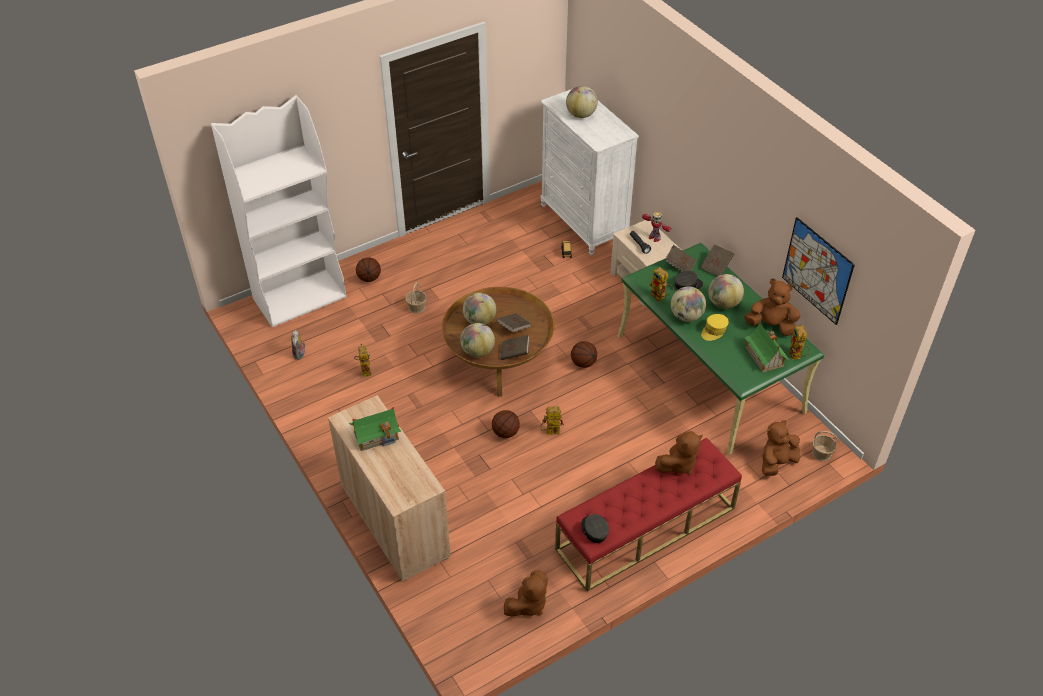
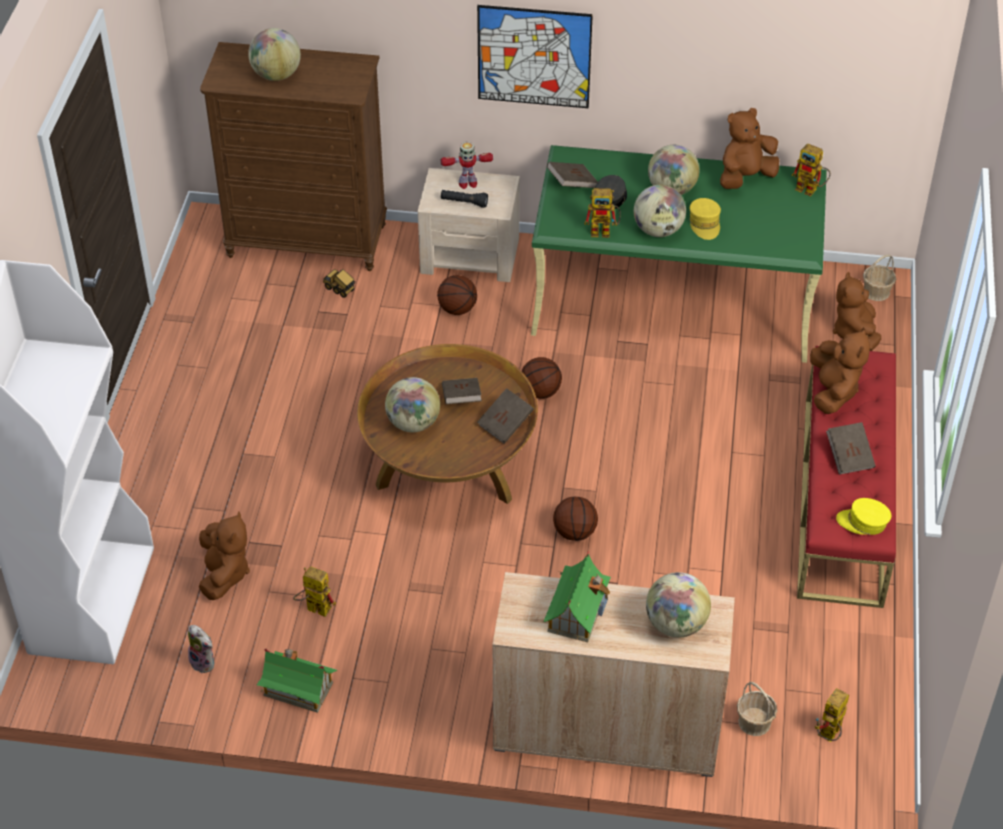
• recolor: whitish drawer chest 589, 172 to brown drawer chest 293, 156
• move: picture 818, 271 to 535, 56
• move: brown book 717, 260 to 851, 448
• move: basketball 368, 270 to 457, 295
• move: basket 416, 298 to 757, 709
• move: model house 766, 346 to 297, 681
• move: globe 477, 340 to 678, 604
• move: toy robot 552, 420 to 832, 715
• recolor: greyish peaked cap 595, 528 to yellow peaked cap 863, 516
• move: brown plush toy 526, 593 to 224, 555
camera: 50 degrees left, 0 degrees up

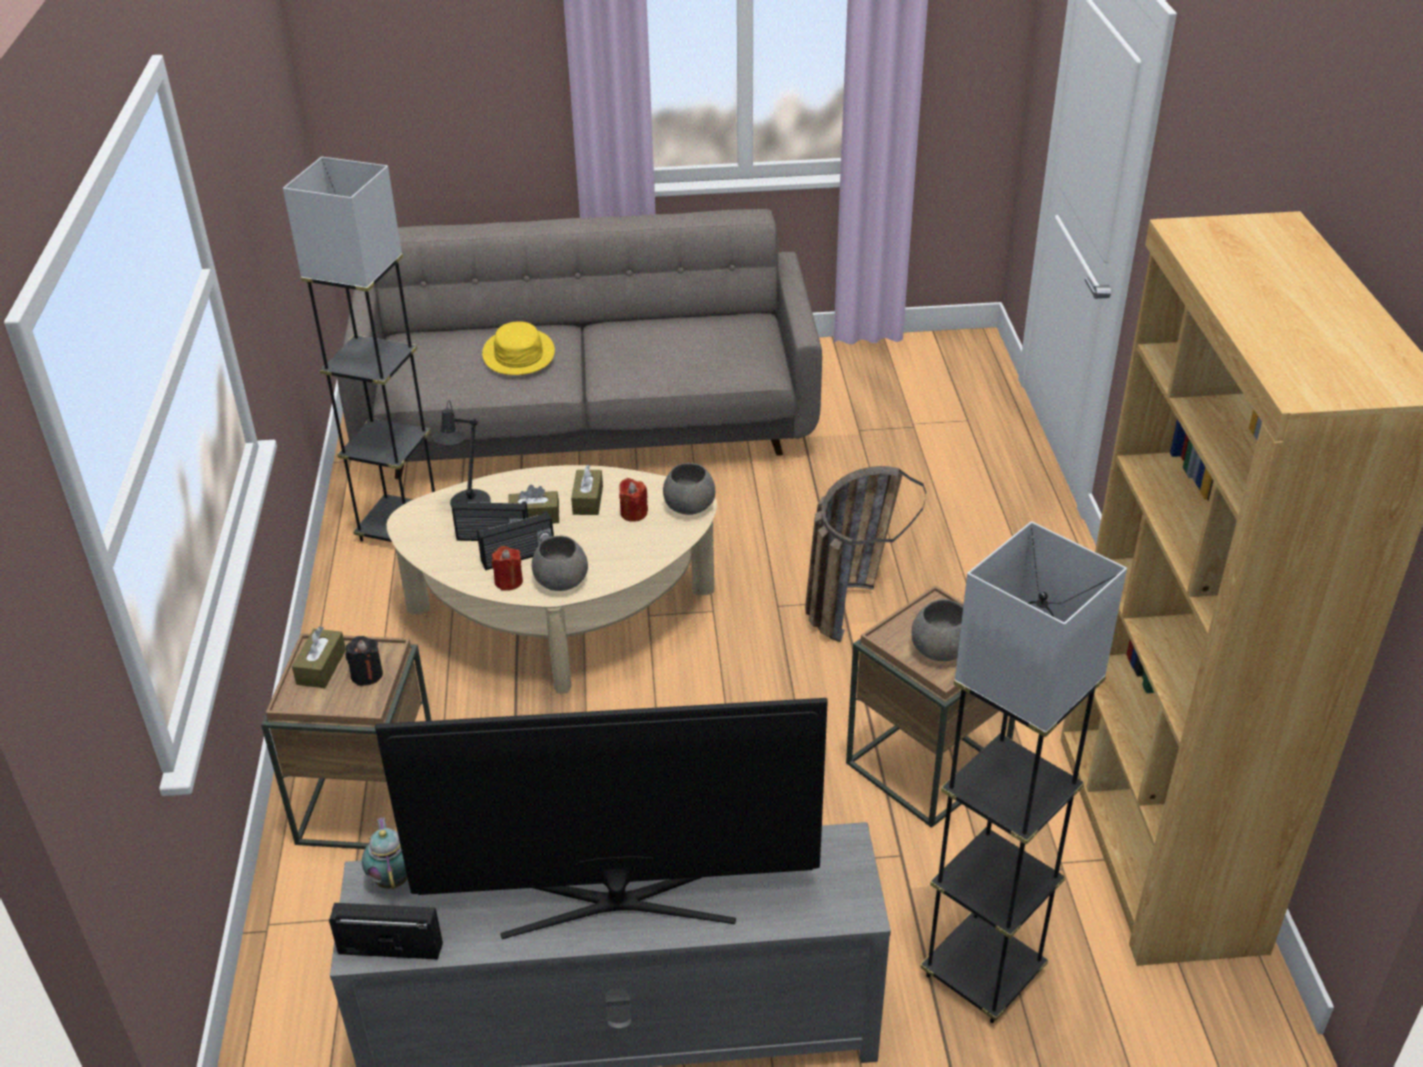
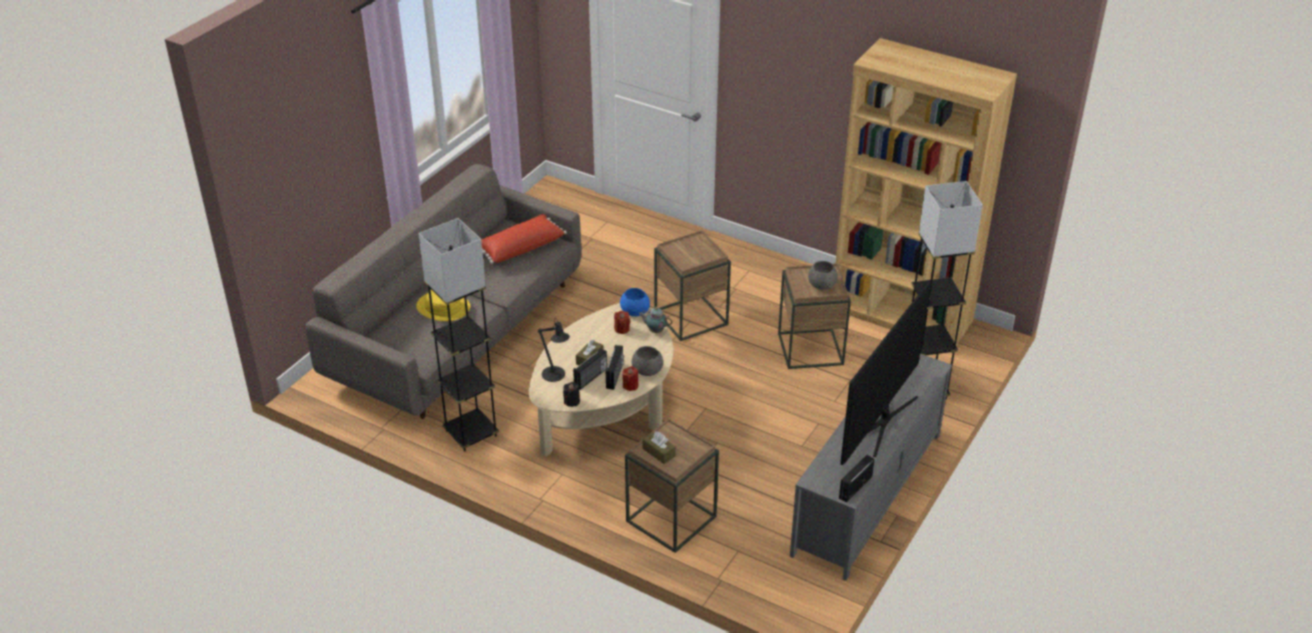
• recolor: greyish bowl 689, 489 to bluish bowl 635, 302
• delete: brown tissue holder 587, 490
• replace: basket 865, 554 to brown side table 692, 285
• move: blackish wax light 364, 661 to 571, 394
• move: pot for tea 385, 853 to 655, 320
• insert: red cushion 524, 239
camera: 55 degrees left, 0 degrees up

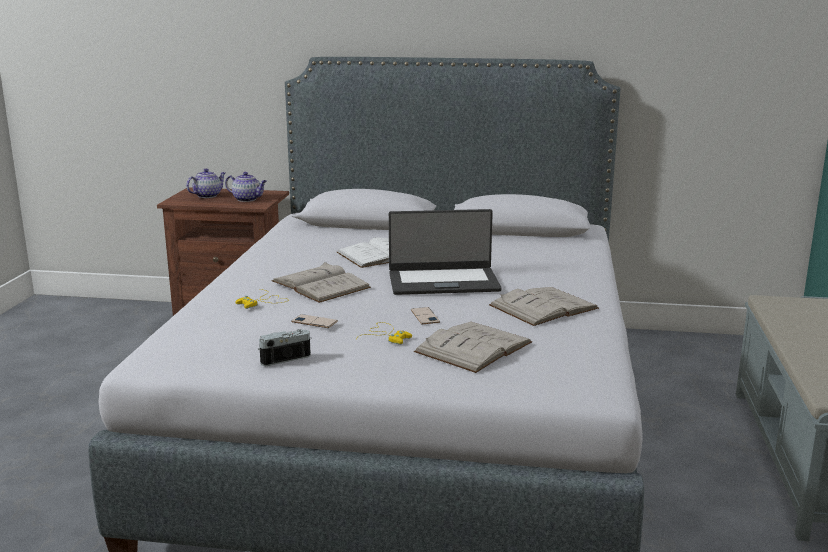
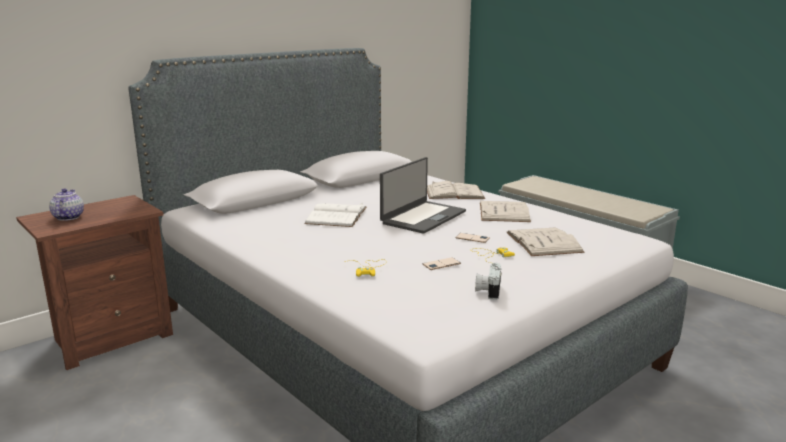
• delete: pot for tea 246, 187
• move: whitish book 321, 282 to 456, 190
camera: 50 degrees left, 0 degrees up

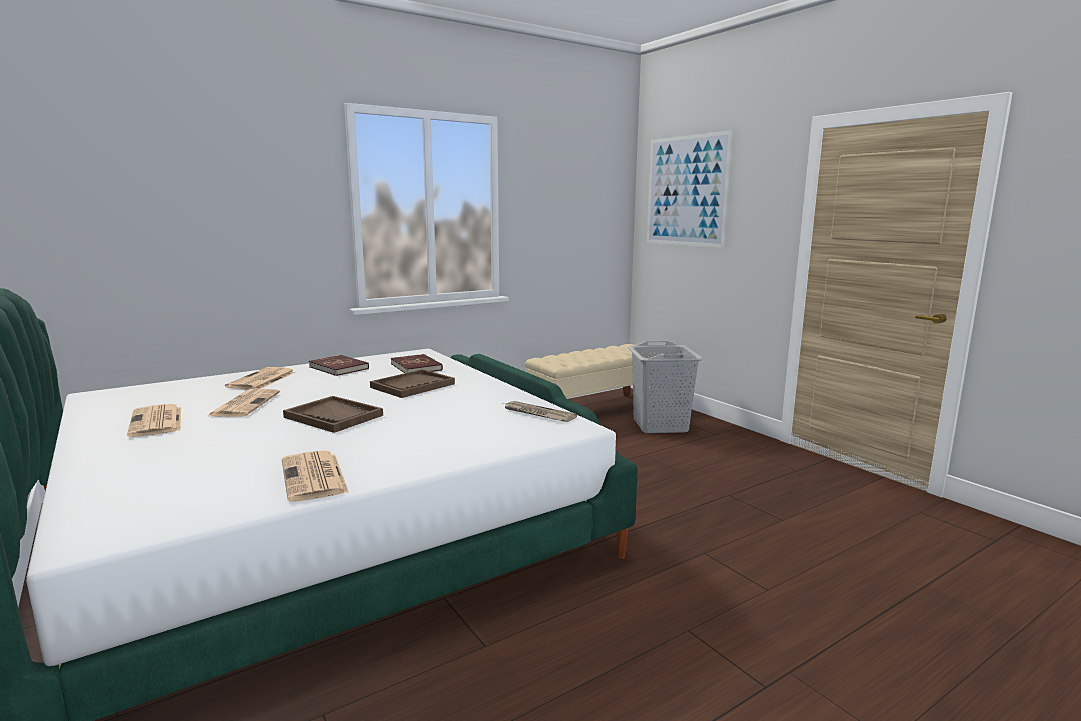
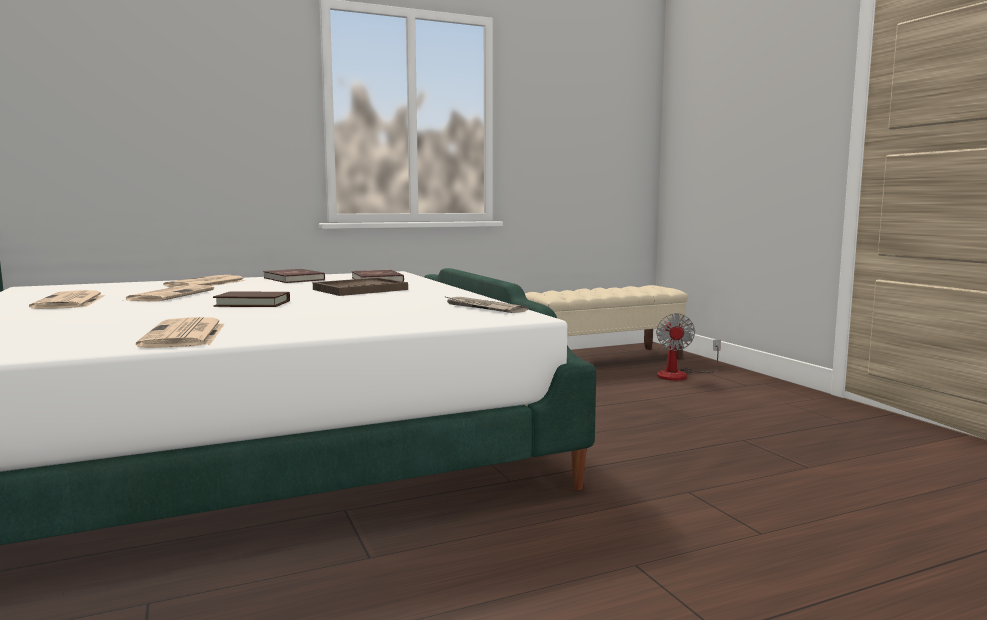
• delete: picture 690, 189
• replace: greyish washing basket 666, 387 to fan 688, 347
• replace: brown serving tray 333, 414 to brown book 251, 299
camera: 10 degrees right, 5 degrees down

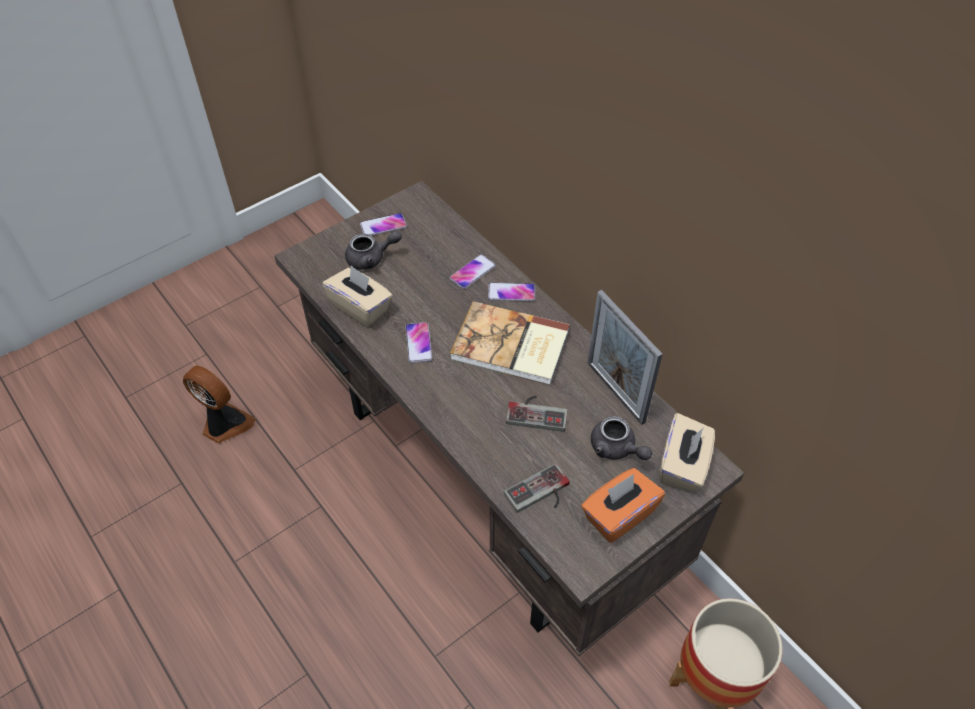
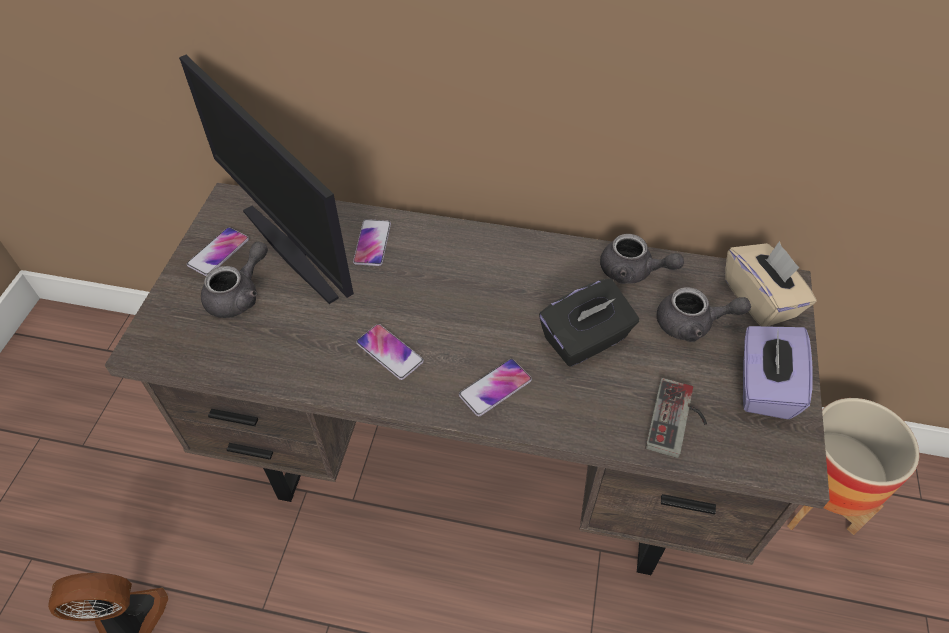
• delete: beige-coloured tissue holder 357, 296
• move: handset 511, 292 to 495, 387
• replace: picture frame 625, 357 to greyish pot for tea 642, 259
• delete: book 510, 343
• replace: game controller 537, 414 to blackish tissue holder 589, 322
• recolor: orange-coloured tissue holder 623, 505 to purple tissue holder 778, 372
• insert: computer screen 266, 179
camera: 40 degrees left, 0 degrees up

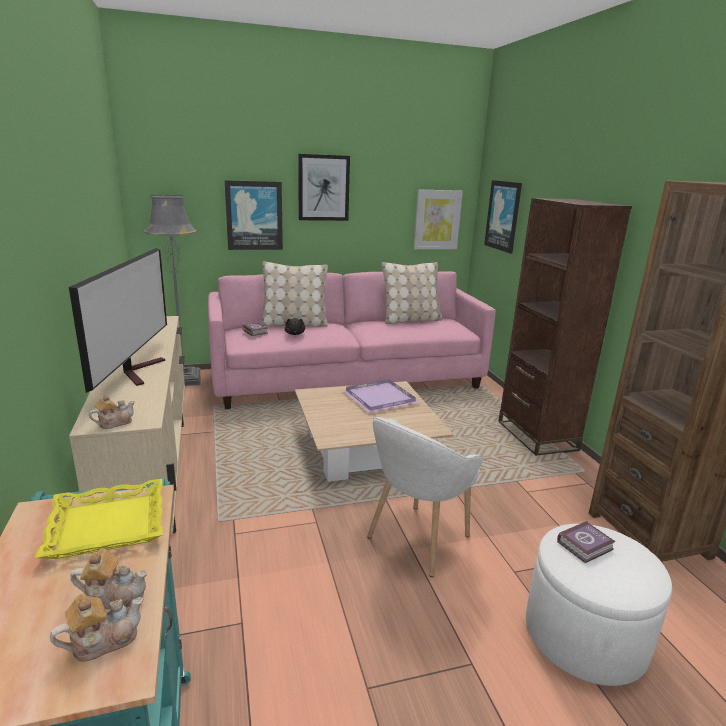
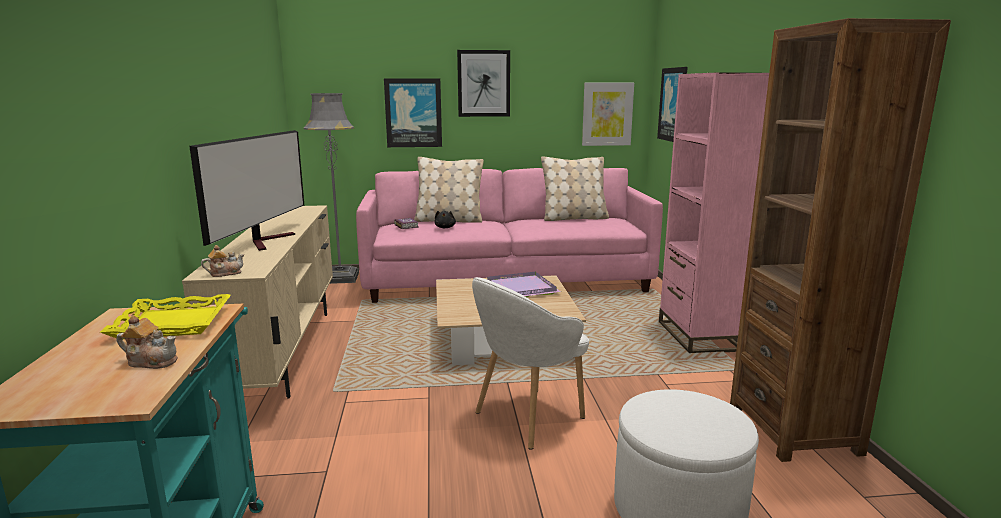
• recolor: brown bookcase 565, 327 to pinkish bookcase 714, 213
• delete: book 586, 542
• delete: pot for tea 96, 628
camera: 10 degrees right, 5 degrees down

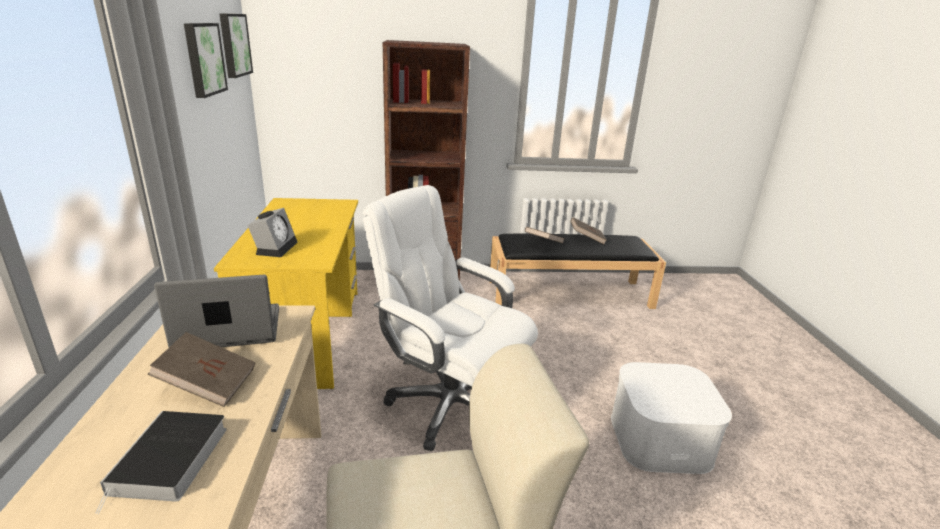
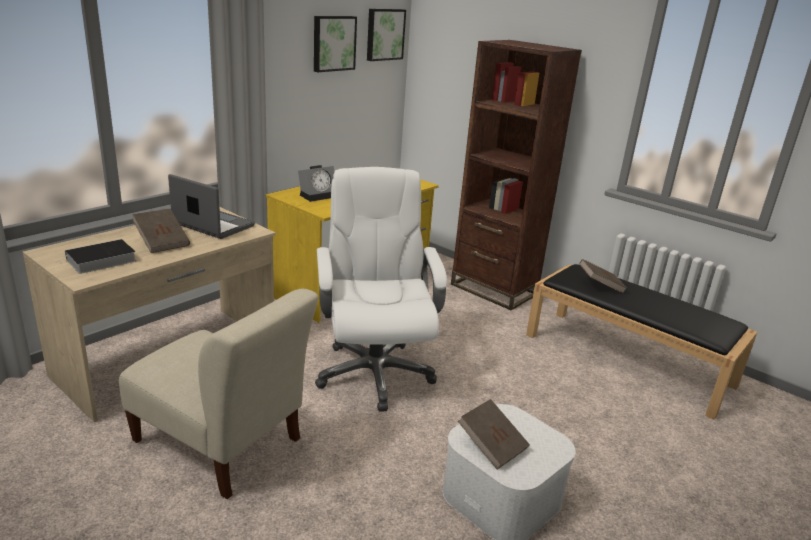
• move: brown book 588, 230 to 494, 434
camera: 45 degrees right, 0 degrees up

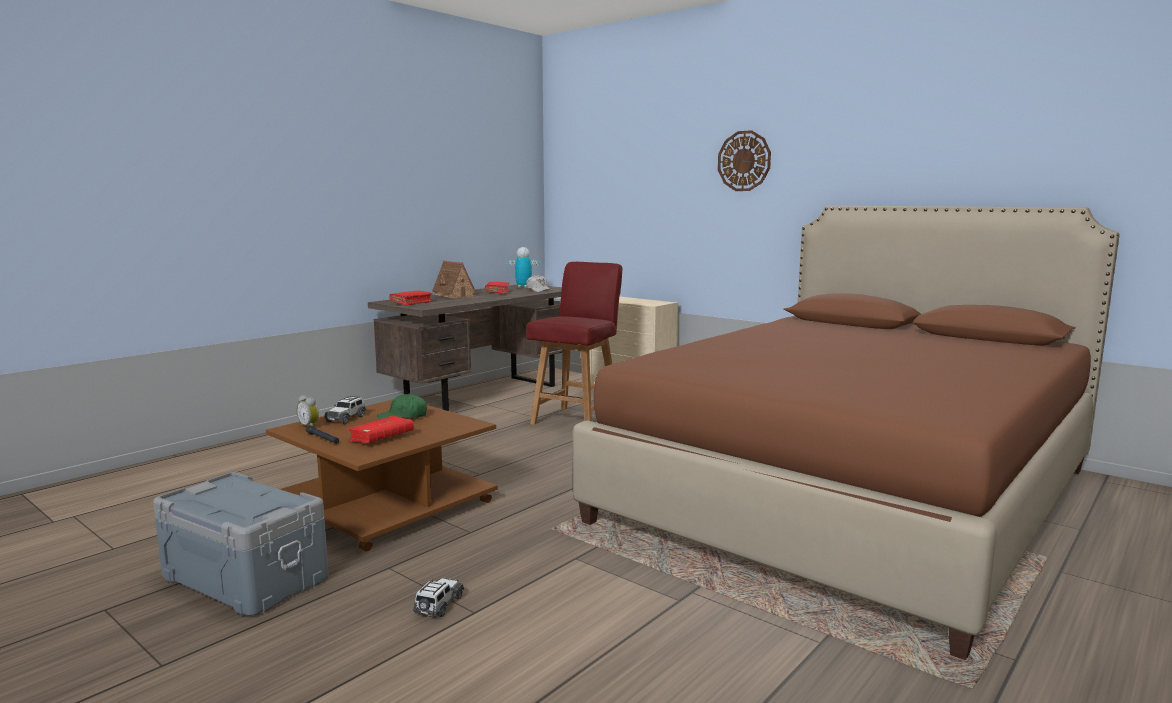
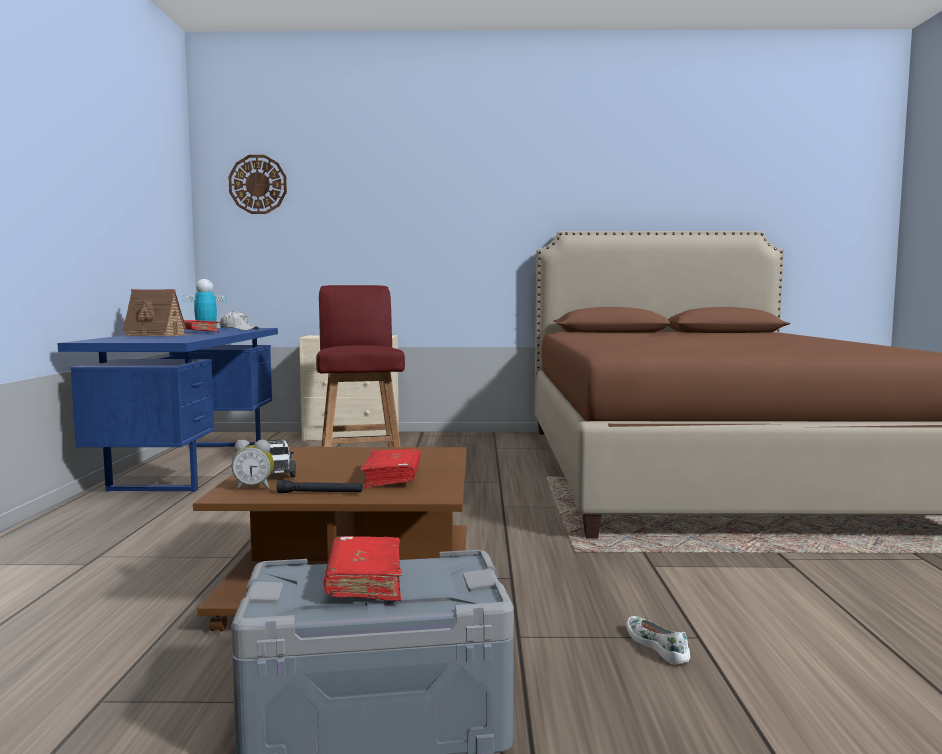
• move: hanging clock 744, 160 to 258, 184
• recolor: brown desk 465, 348 to bluish desk 168, 410
• move: red book 411, 297 to 363, 568
• delete: green-coloured peaked cap 402, 406
• replace: model car 438, 597 to whitish low shoe 658, 640
camera: 40 degrees left, 5 degrees down

